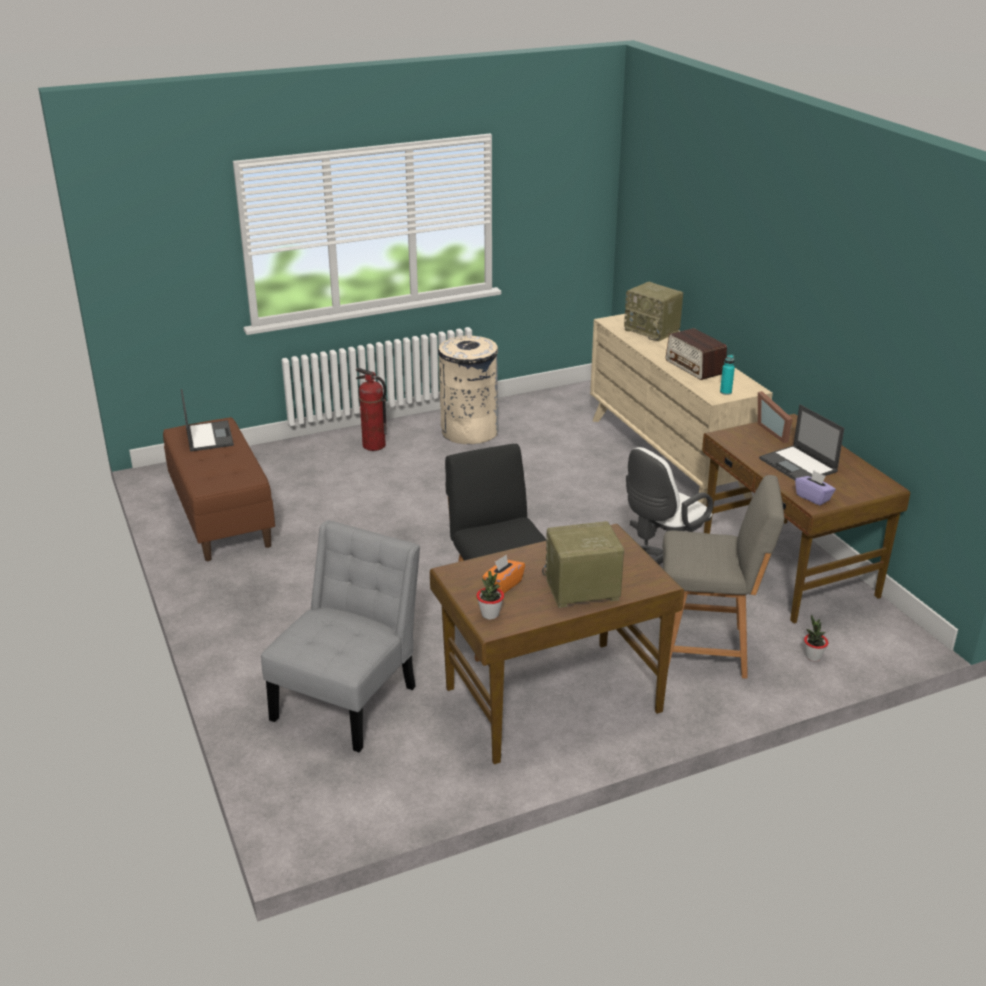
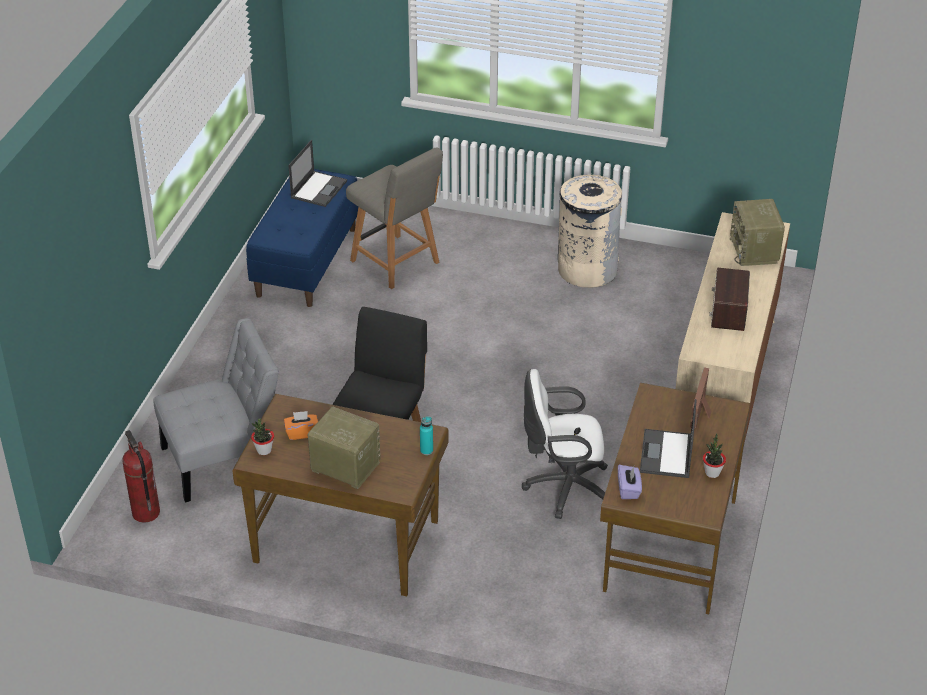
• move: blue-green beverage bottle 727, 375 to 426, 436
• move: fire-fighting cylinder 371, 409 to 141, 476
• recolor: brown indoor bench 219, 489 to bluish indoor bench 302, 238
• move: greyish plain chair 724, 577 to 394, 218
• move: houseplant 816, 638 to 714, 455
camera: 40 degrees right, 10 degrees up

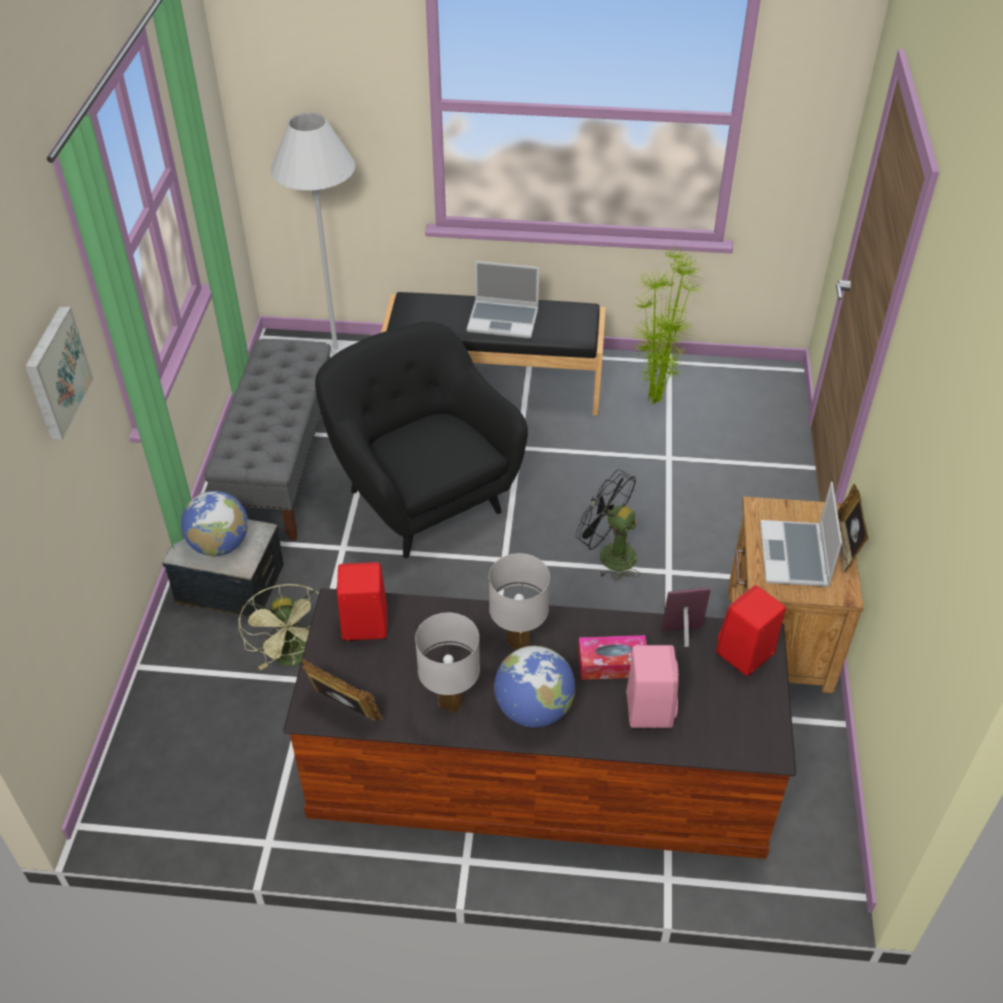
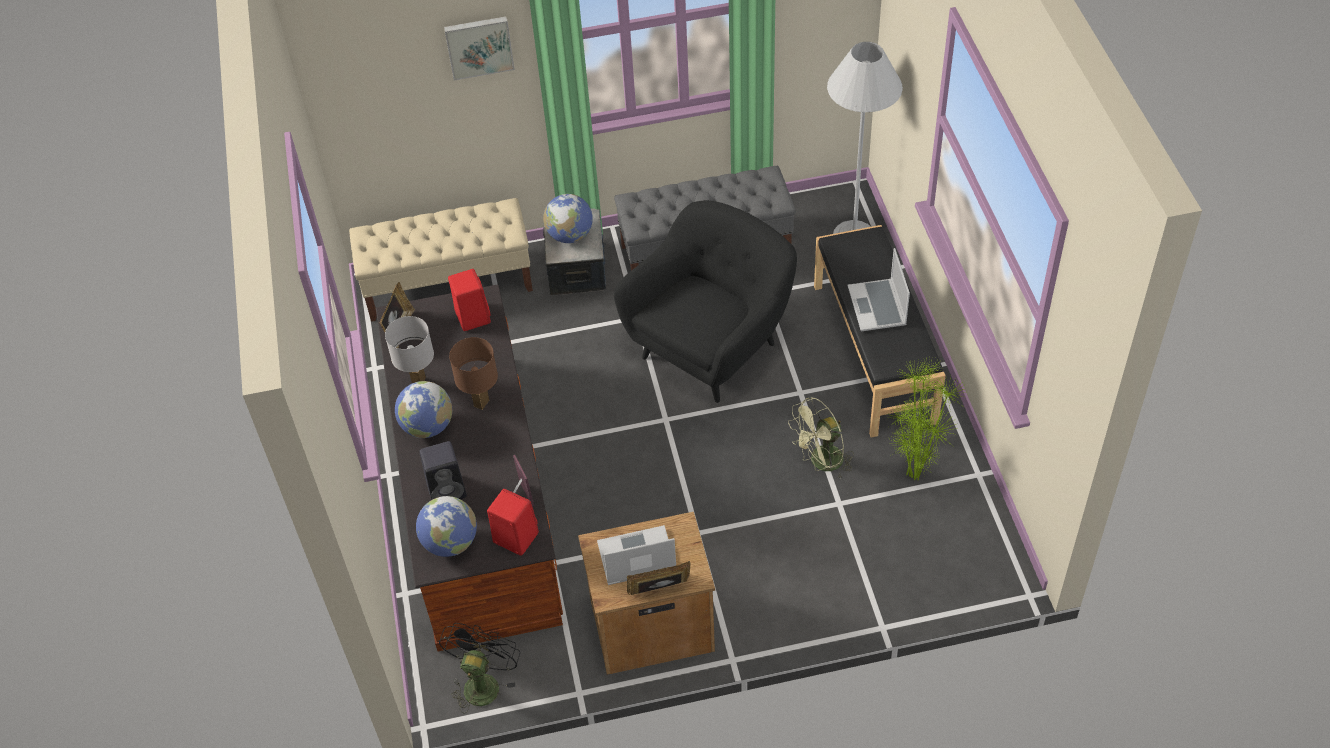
• move: blackish fan 608, 525 to 479, 668
• recolor: whitish table lamp 519, 601 to brown table lamp 473, 373
• move: green-coloured fan 279, 627 to 821, 438
• delete: tissue holder 612, 657
• recolor: pinkish speaker 652, 686 to blackish speaker 443, 470
• insert: beige-coloured indoor bench 441, 260
• insert: globe 446, 526
camera: 75 degrees right, 5 degrees up

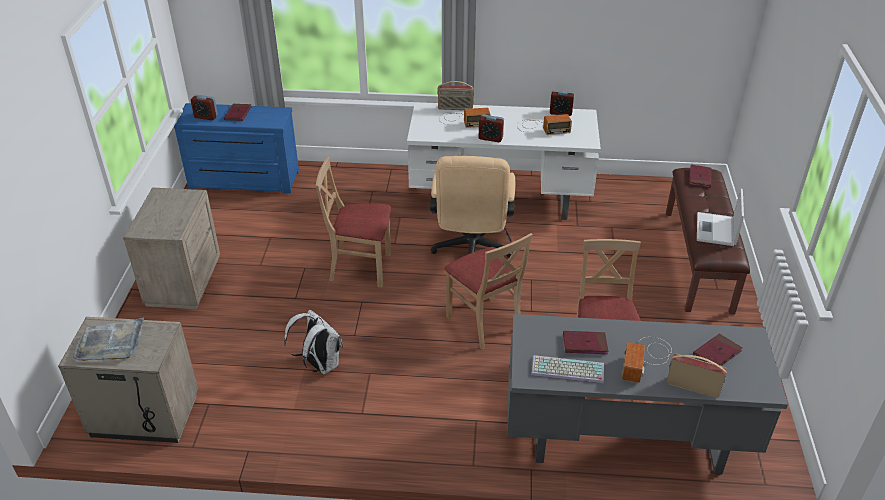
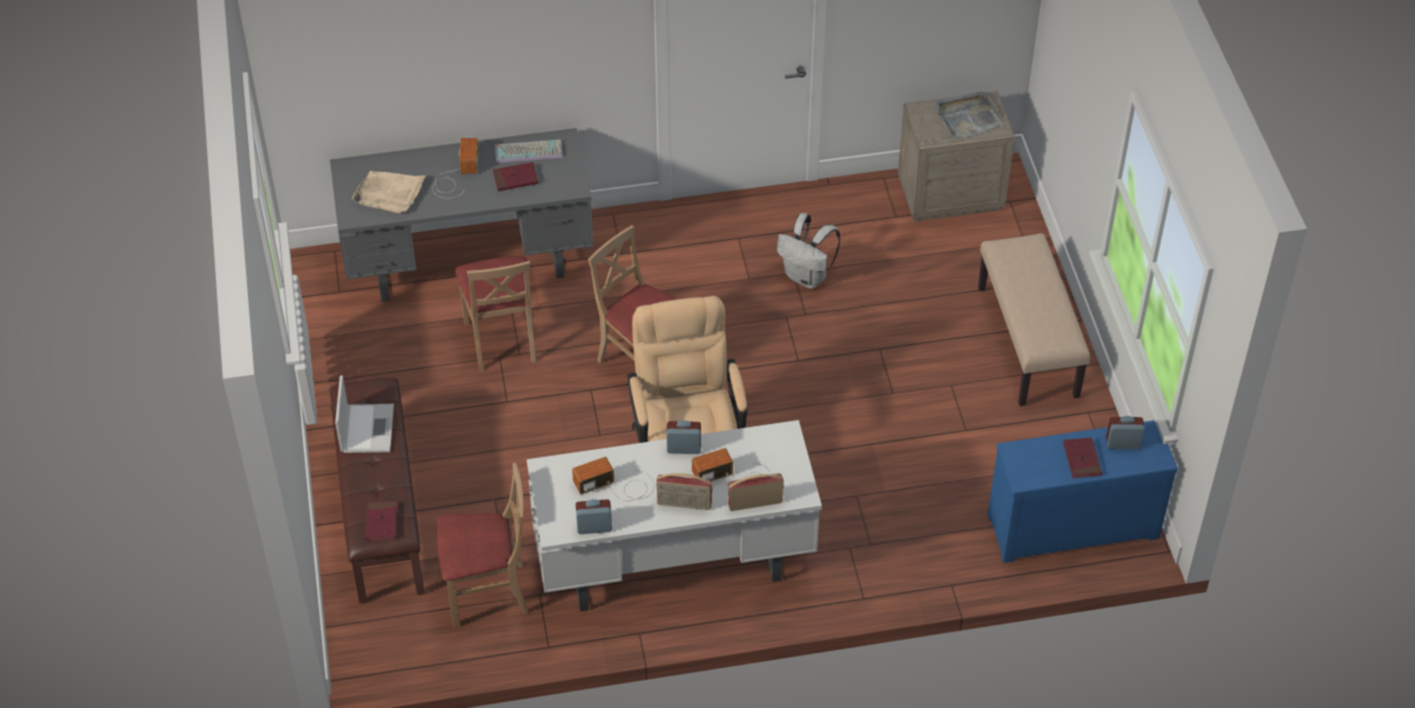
• move: beige-coloured plain chair 353, 222 to 482, 545
• replace: beige-coloured bedside table 171, 248 to beige-coloured indoor bench 1034, 319
• replace: red book 717, 349 to beige-coloured serving tray 388, 192
• move: radio 697, 375 to 684, 491
camera: 165 degrees right, 10 degrees up

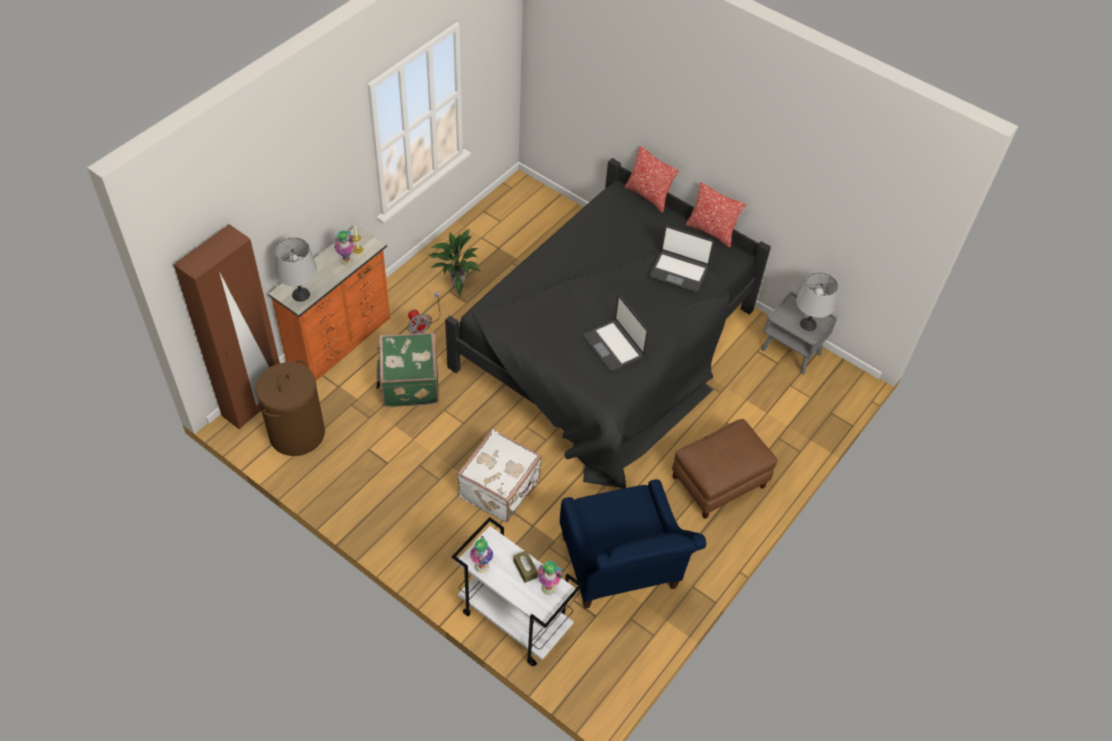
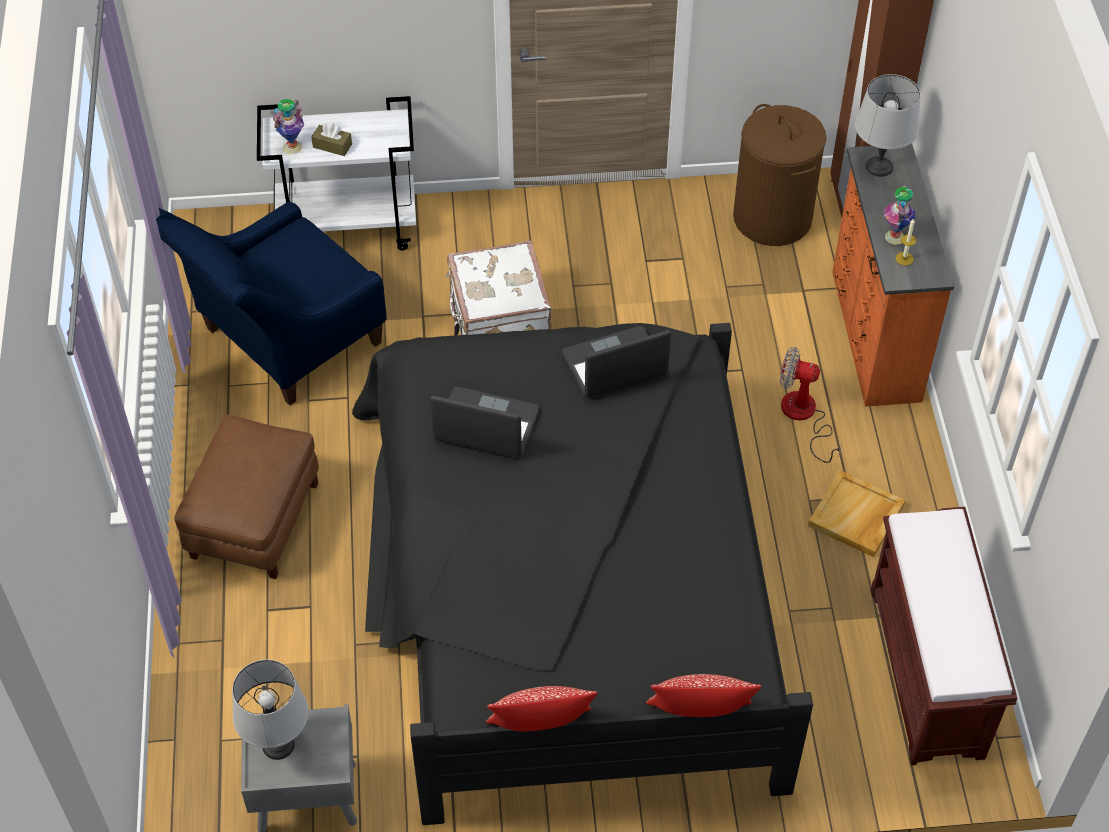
• move: laptop 681, 258 to 616, 362
• replace: houseplant 454, 262 to beige-coloured serving tray 856, 513
• delete: green-coloured piece of luggage 407, 369
• rotate: bluish lounge chair 633, 544 = 271, 303 75 degrees counterclockwise
• delete: vase 481, 554
• insert: brown indoor bench 944, 636
camera: 140 degrees right, 0 degrees up

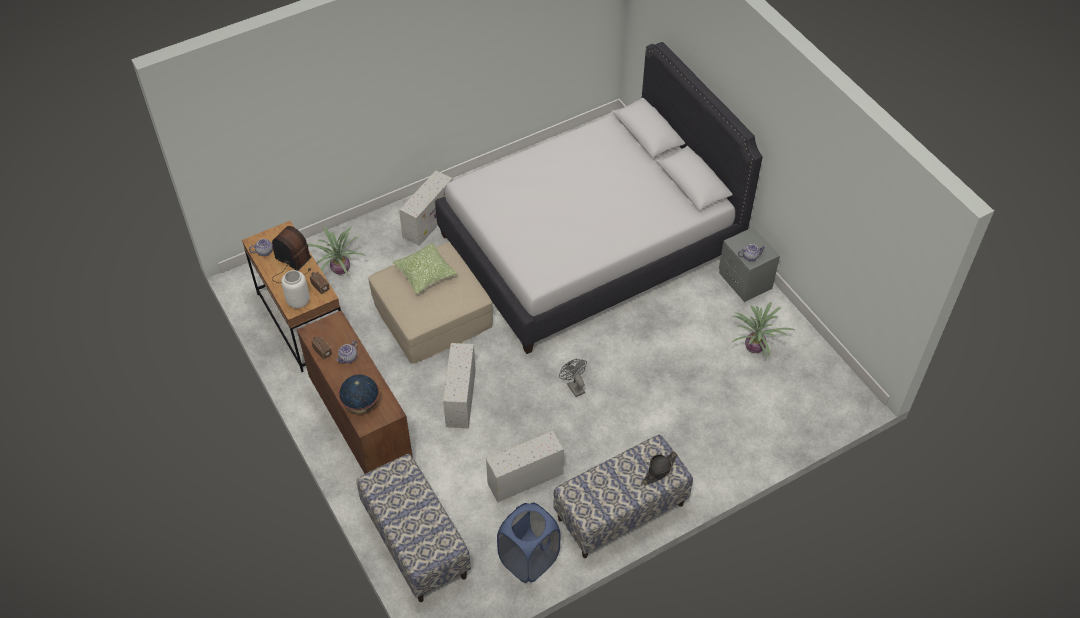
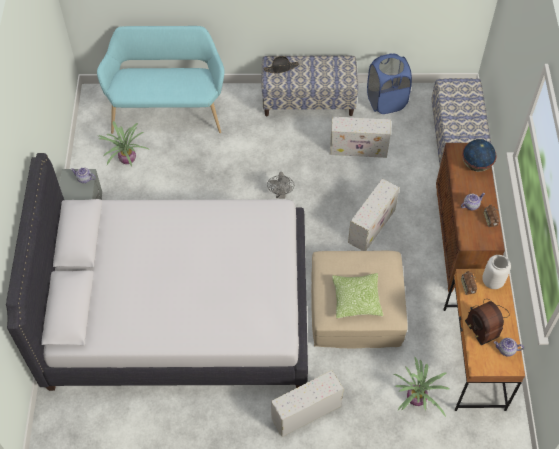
• insert: blue-green indoor bench 160, 80
camera: 150 degrees left, 5 degrees up

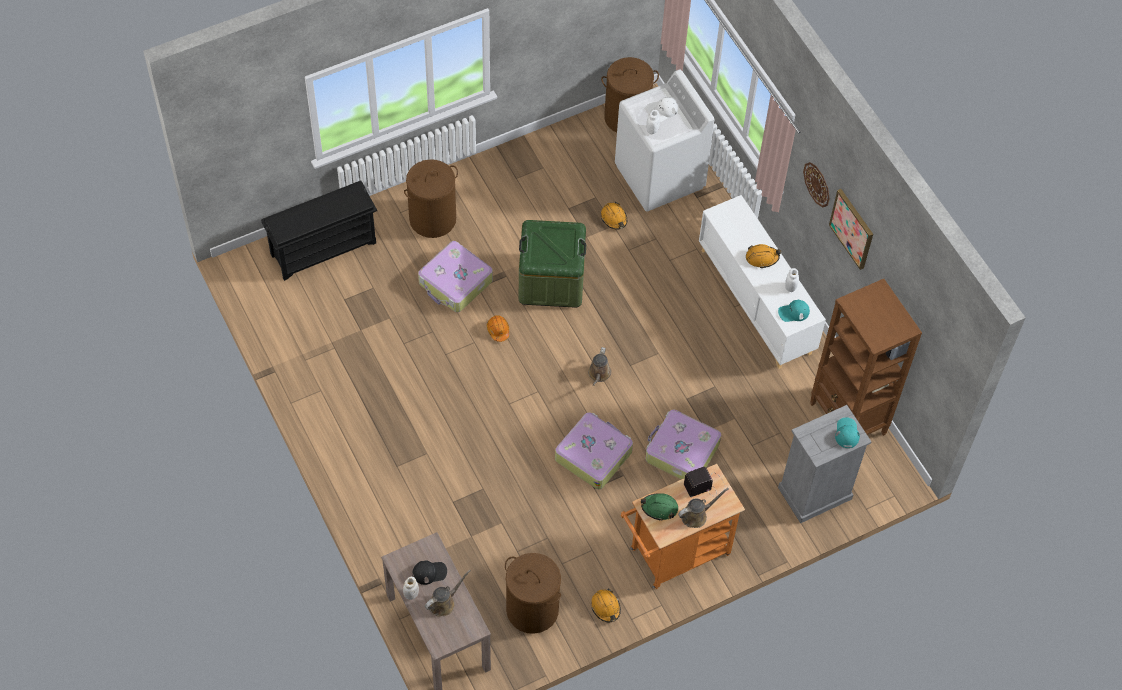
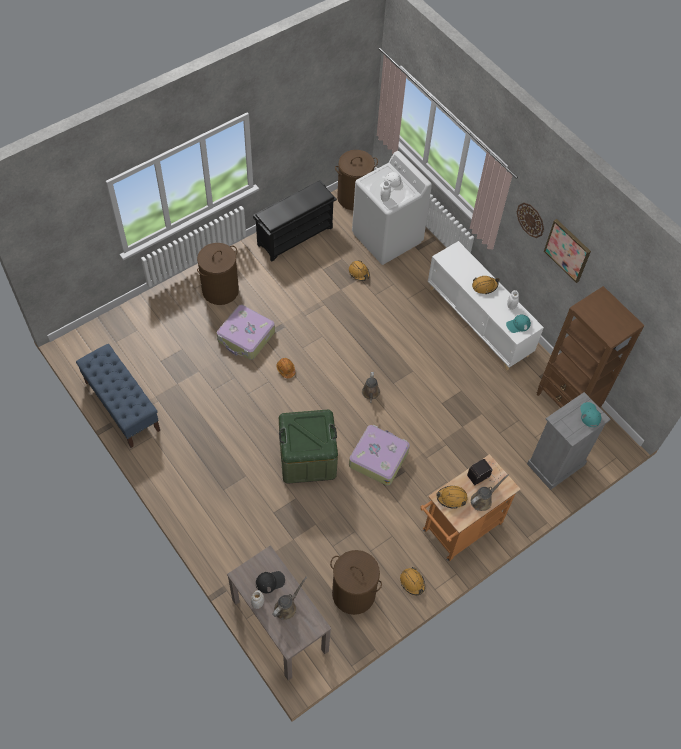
• move: blackish shoe shelf 319, 231 to 295, 221
• move: green-coloured storage bin 552, 264 to 308, 446
• delete: piece of luggage 683, 444
• recolor: green-coloured hard hat 659, 507 to orange-coloured hard hat 452, 497
• insert: bluish indoor bench 118, 396
camera: 10 degrees left, 0 degrees up

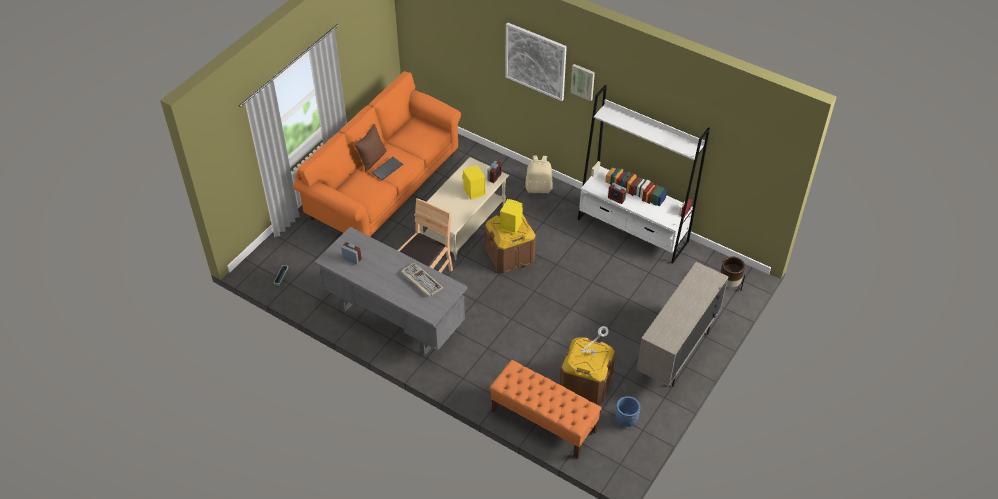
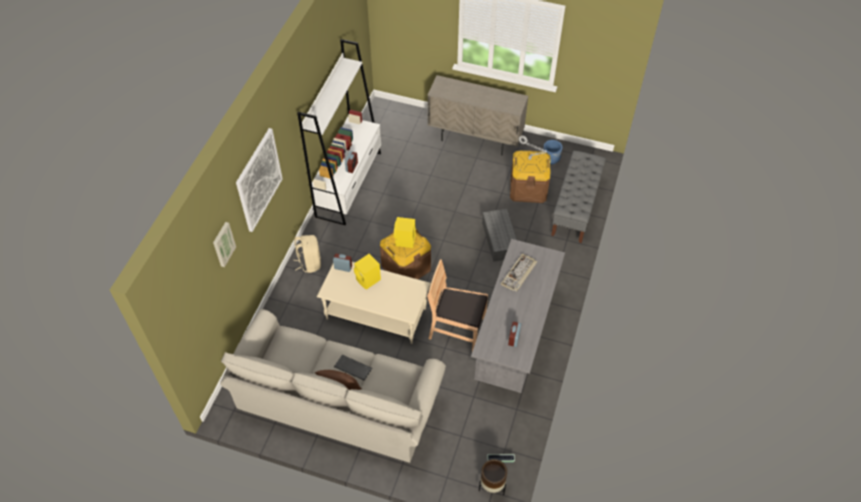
• move: picture 583, 82 to 224, 244
• recolor: orange-coloured settee 377, 154 to beige-coloured settee 333, 386
• move: brown flower pot 732, 273 to 493, 477
• recolor: orange-coloured indoor bench 545, 409 to greyish indoor bench 578, 197
• insert: greyish storage bin 499, 235
camera: 105 degrees left, 5 degrees up

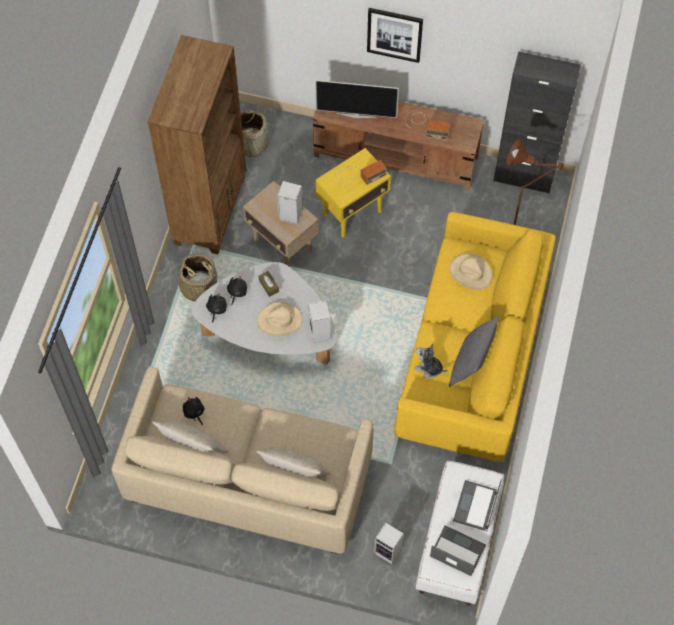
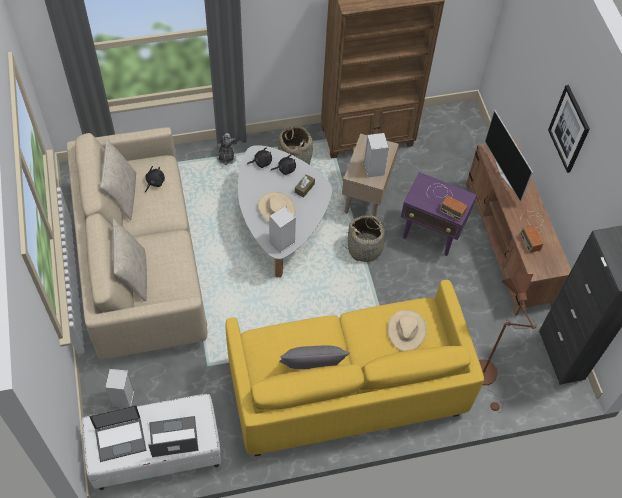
• move: basket 254, 133 to 367, 238
• recolor: yellow side table 353, 192 to purple side table 439, 214
• move: plush toy 430, 361 to 226, 149
• rotate: laptop 458, 550 = 118, 433 75 degrees clockwise
camera: 60 degrees right, 5 degrees down

